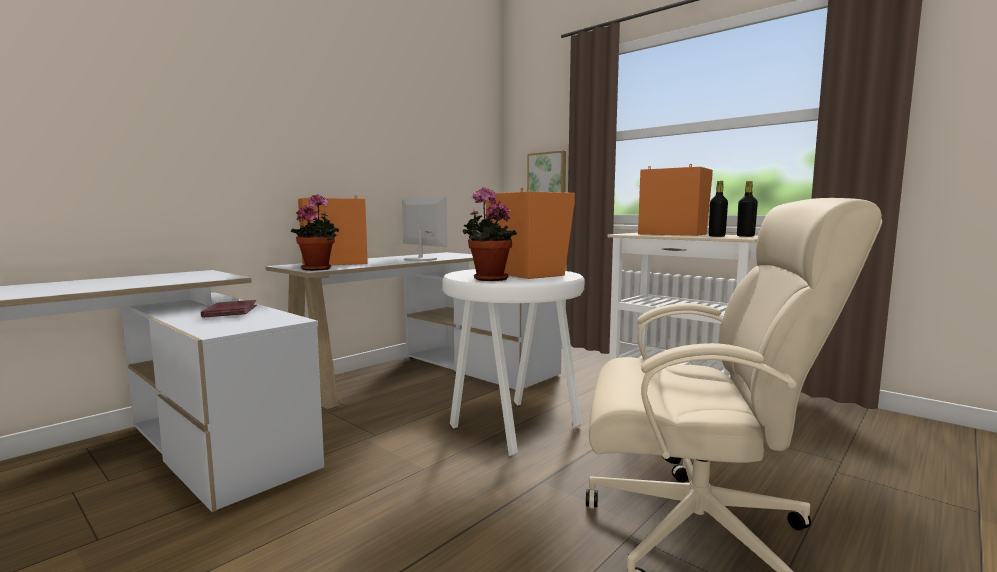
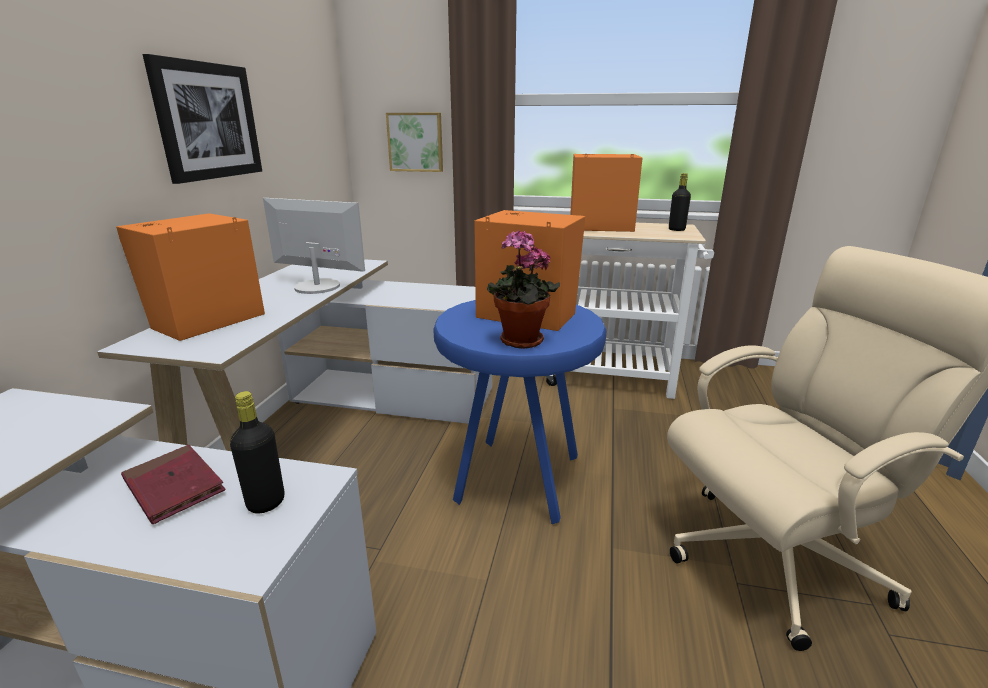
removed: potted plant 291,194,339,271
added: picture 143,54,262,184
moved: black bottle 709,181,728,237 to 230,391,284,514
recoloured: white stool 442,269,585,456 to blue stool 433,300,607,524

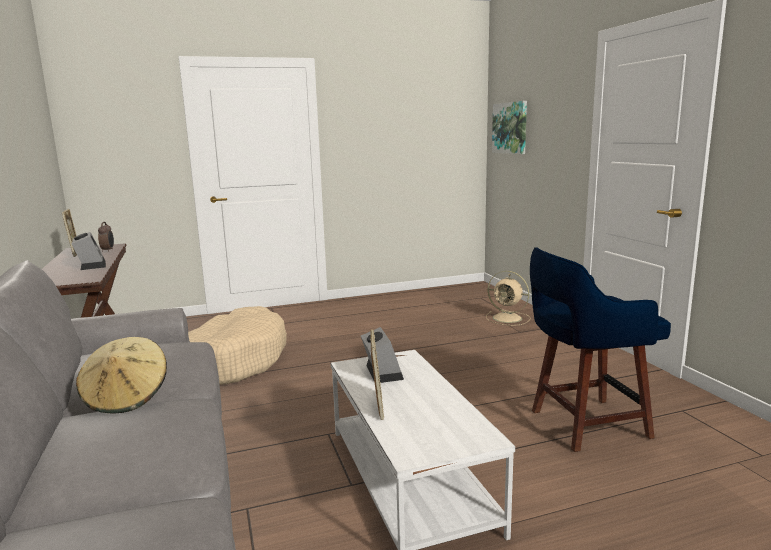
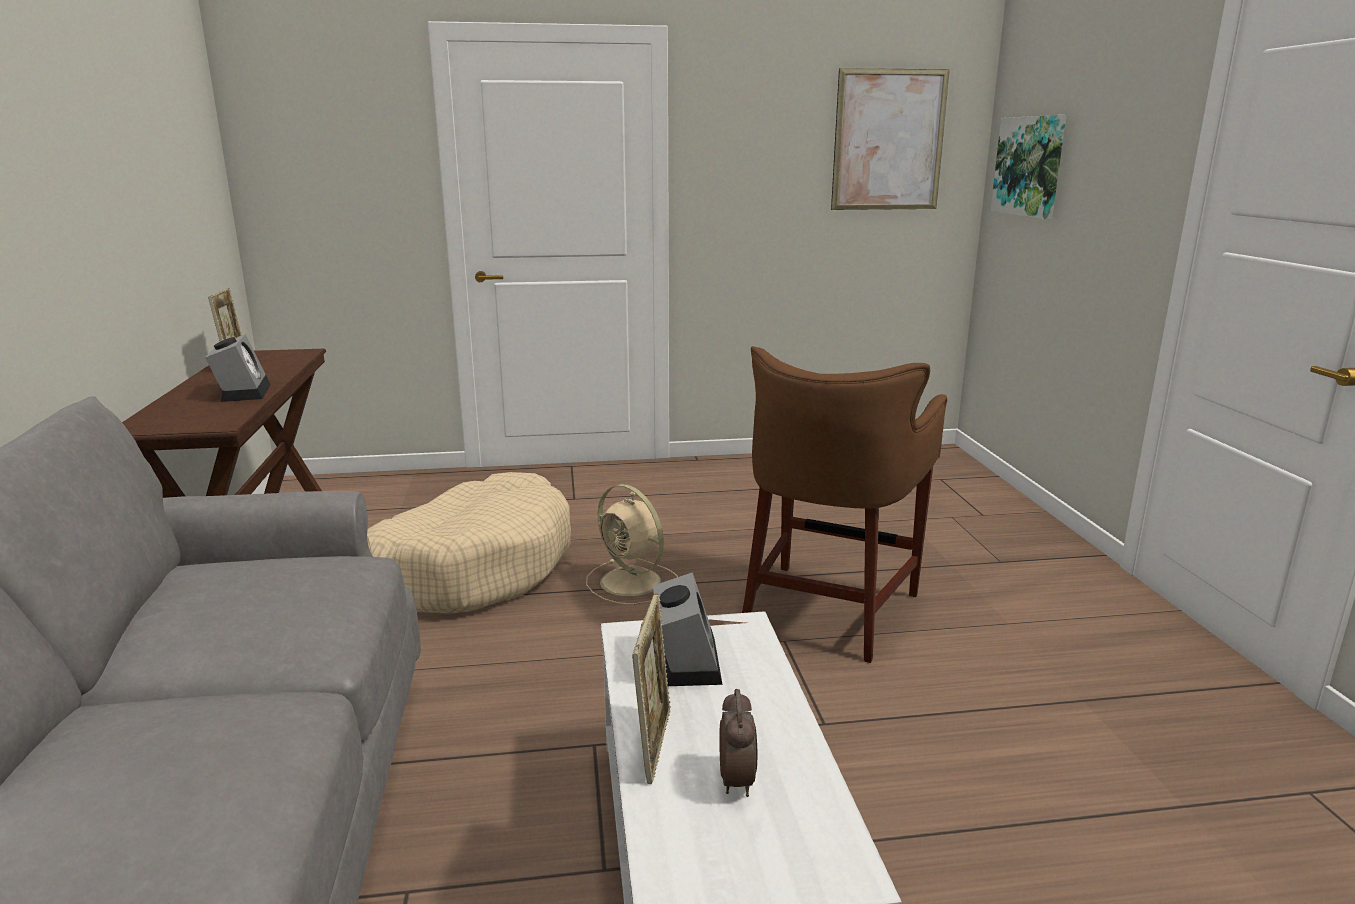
removed: beige hat 76,337,167,414; blue stool 530,247,671,452
added: brown stool 742,346,947,663; picture 831,68,950,210
moved: alarm clock 98,222,114,252 to 719,689,757,797; beige fan 486,271,530,326 to 586,484,678,605

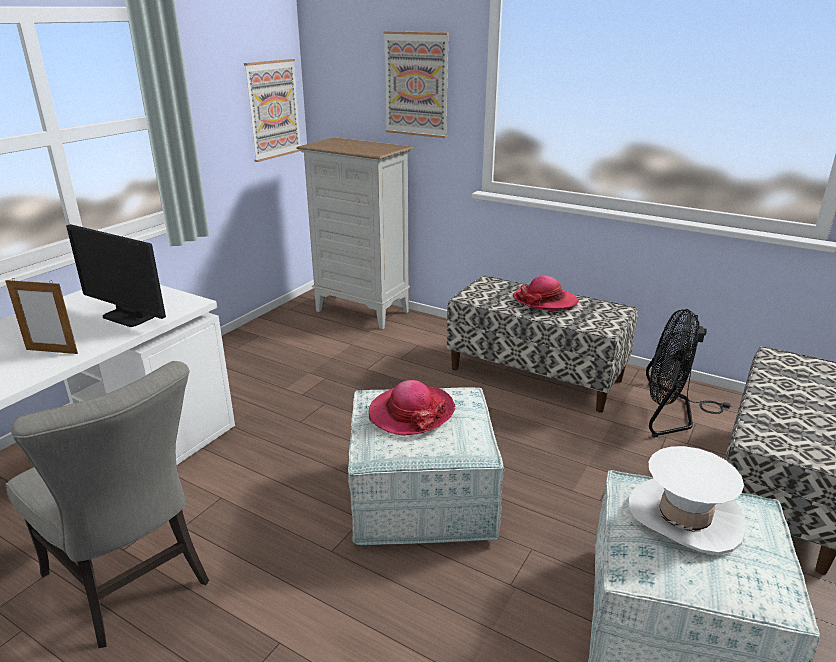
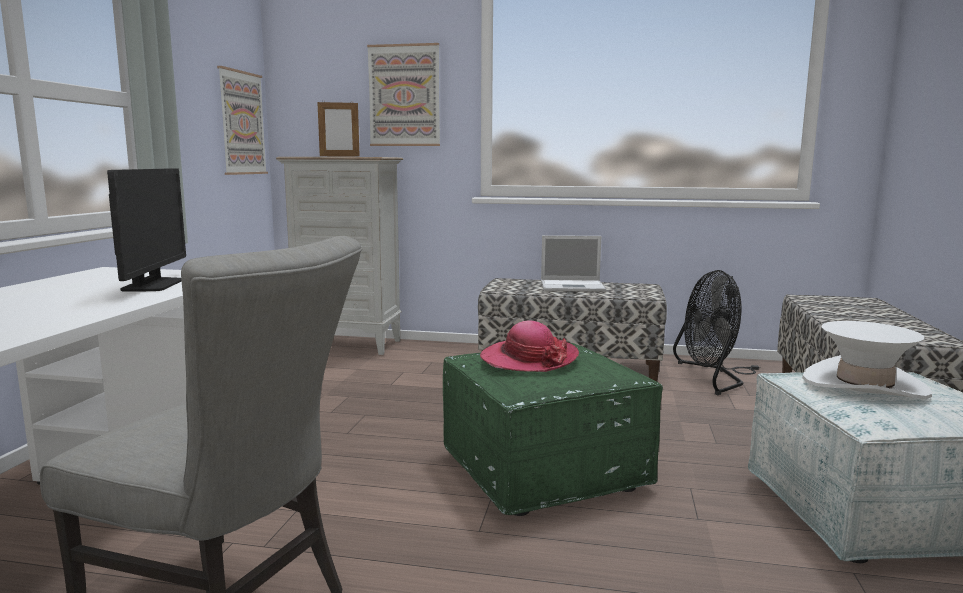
moved: picture frame 5,280,78,354 to 317,100,360,157
replaced: hat 513,276,579,311 to laptop 541,235,606,292
recoloured: white ottoman 348,387,504,545 to green ottoman 443,343,663,516
turned: monitor 66,224,166,327 = 107,168,186,292 105 degrees counterclockwise

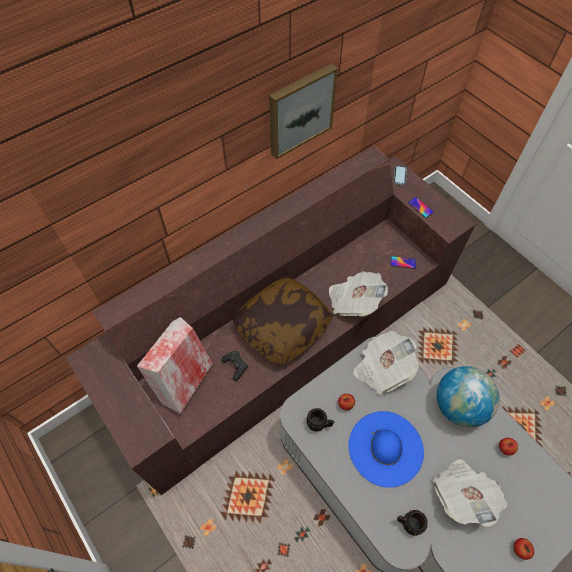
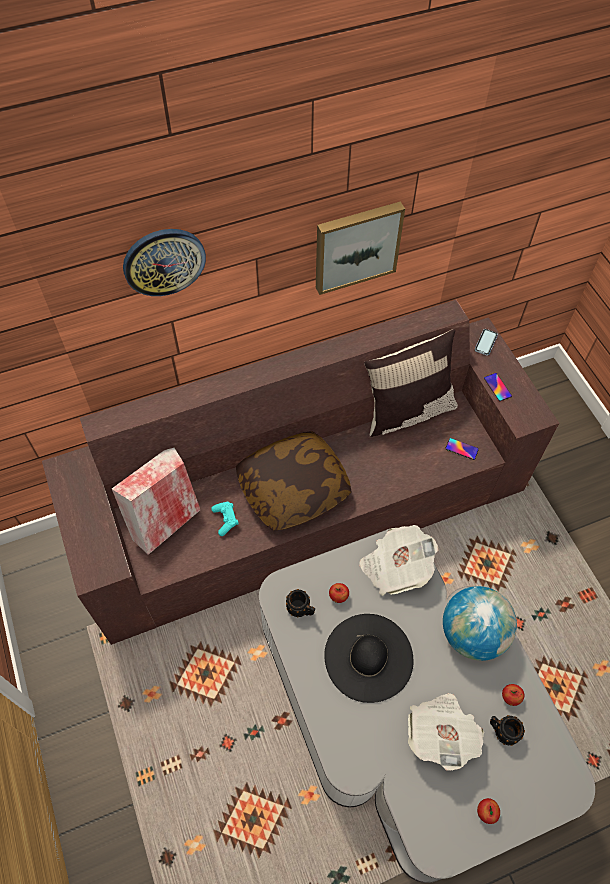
removed: newspaper 329,271,388,316
added: wall clock 123,229,206,296; pillow 364,329,458,437
moved: black mug 397,510,428,536 to 490,715,525,746
recoloured: black game controller 221,351,248,381 to turquoise game controller 211,502,239,536; blue hat 348,411,424,488 to black hat 324,614,413,703

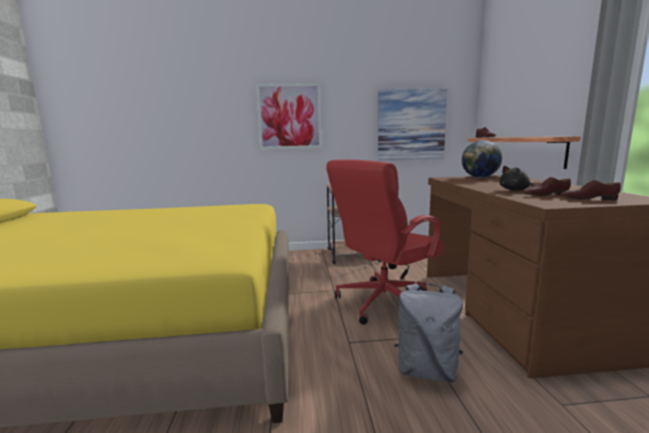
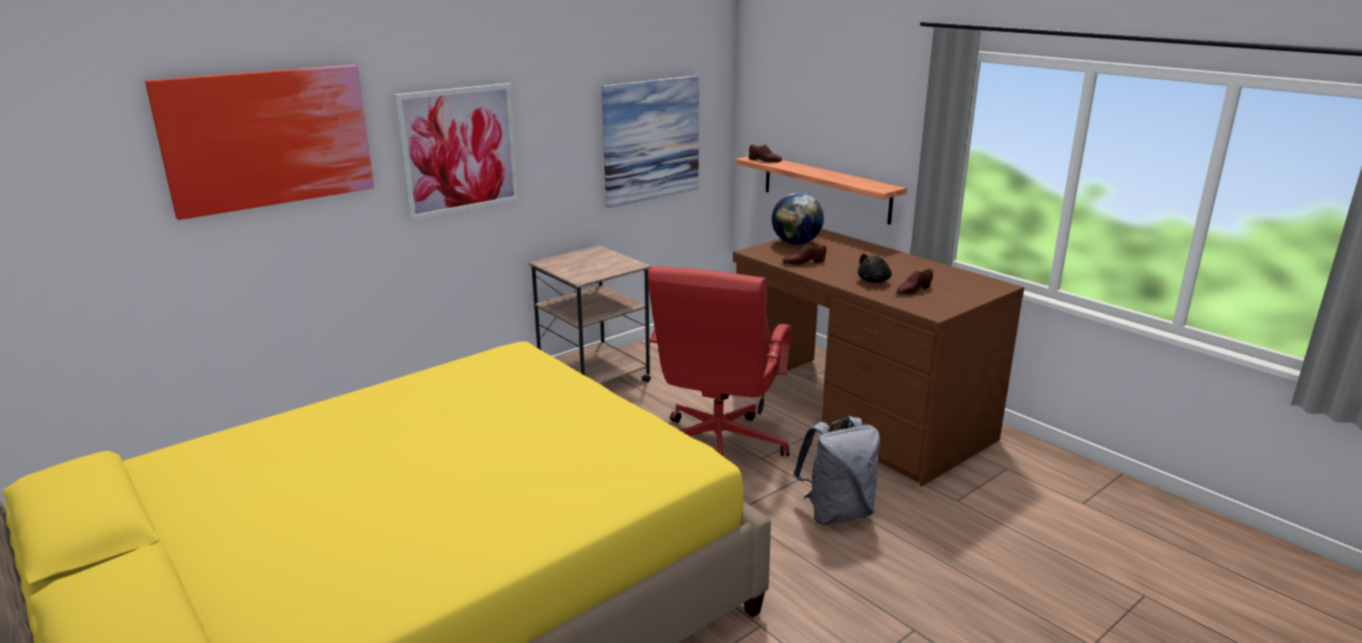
added: picture 145,65,374,220
moved: brown shoe 560,180,621,201 to 783,245,826,265

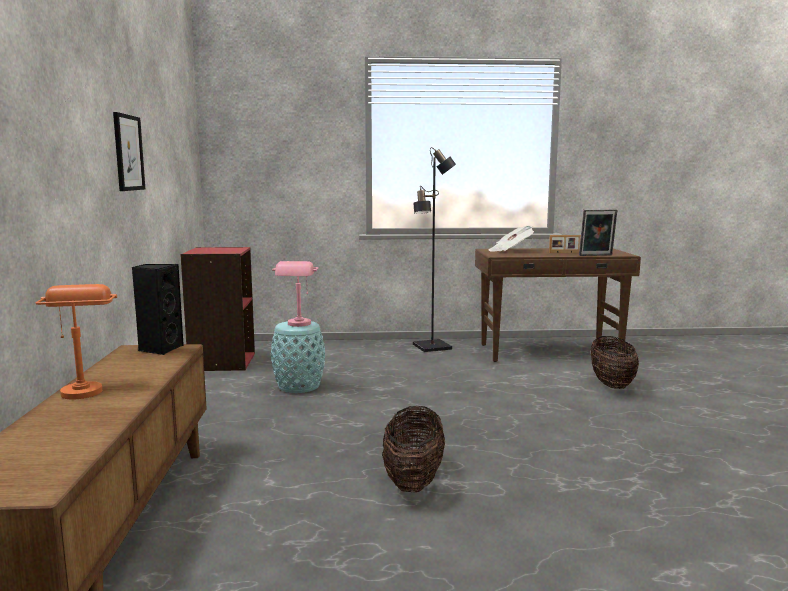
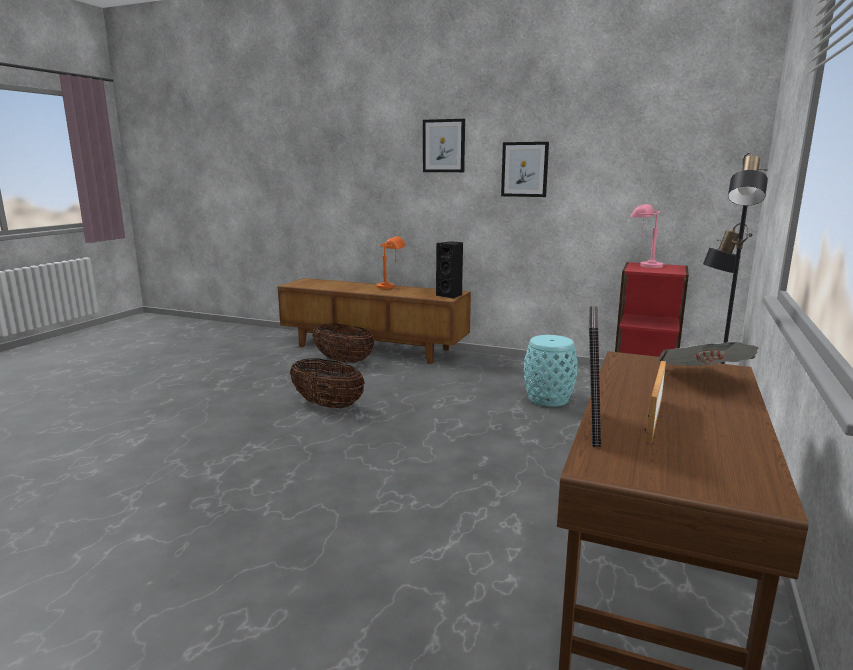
added: picture 423,119,465,172
moved: pink table lamp 272,261,318,327 to 630,204,663,268; basket 590,336,639,389 to 312,324,374,363

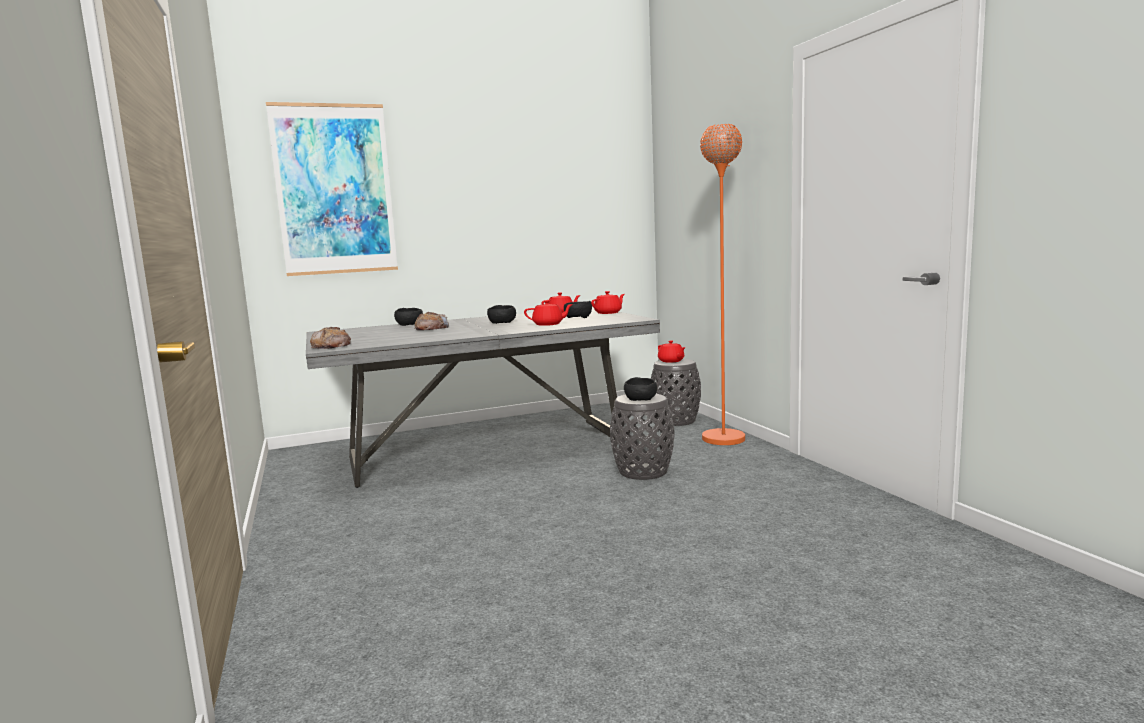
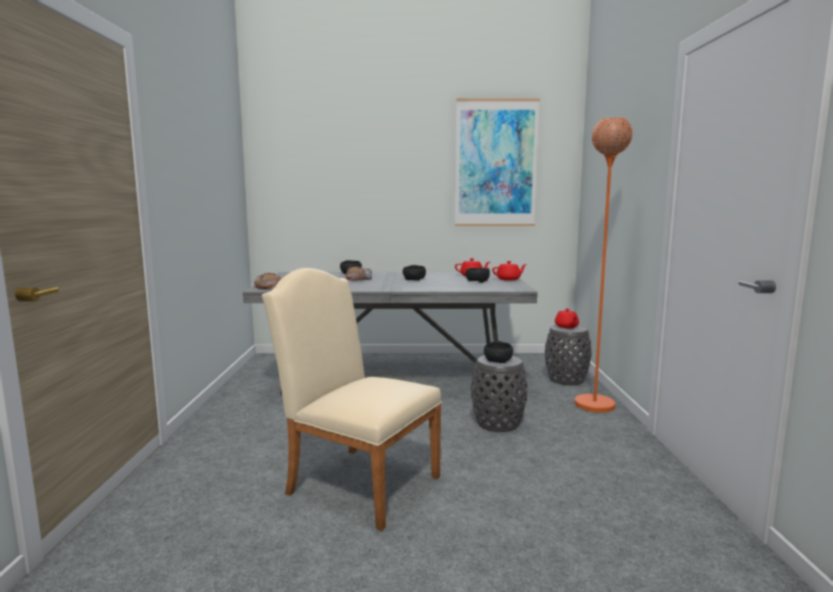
removed: red teapot 524,300,573,326
added: beige chair 262,268,442,531
moved: picture 266,102,398,276 to 455,98,540,226

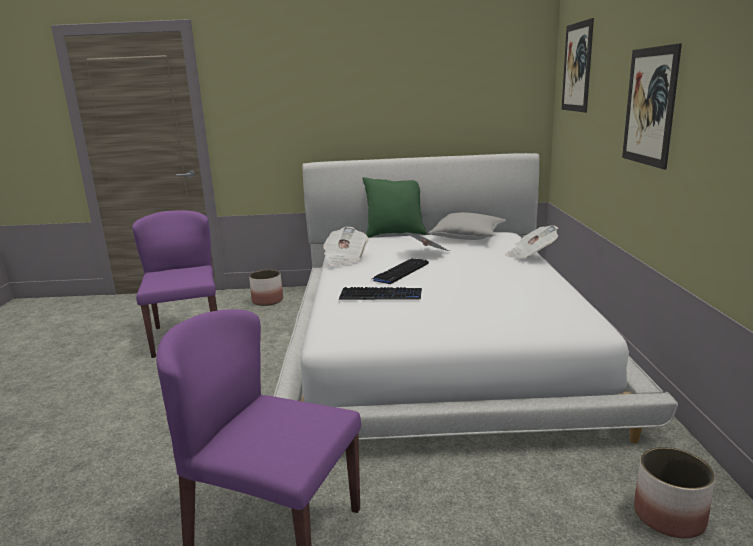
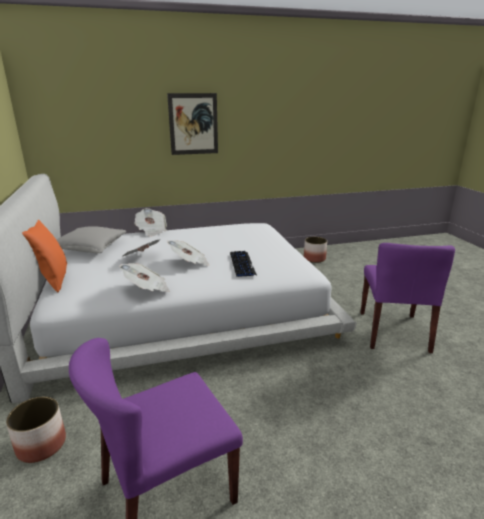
removed: picture 561,18,594,112
replaced: keyboard 372,258,429,284 to newspaper 167,240,209,265
recoloured: green pillow 362,177,427,238 to orange pillow 22,220,67,292

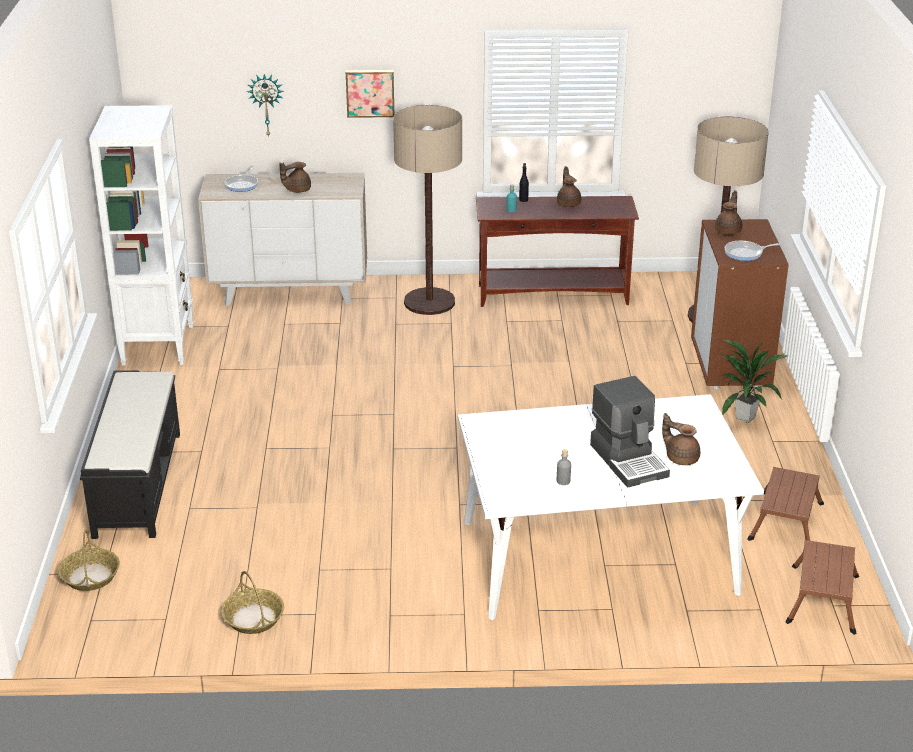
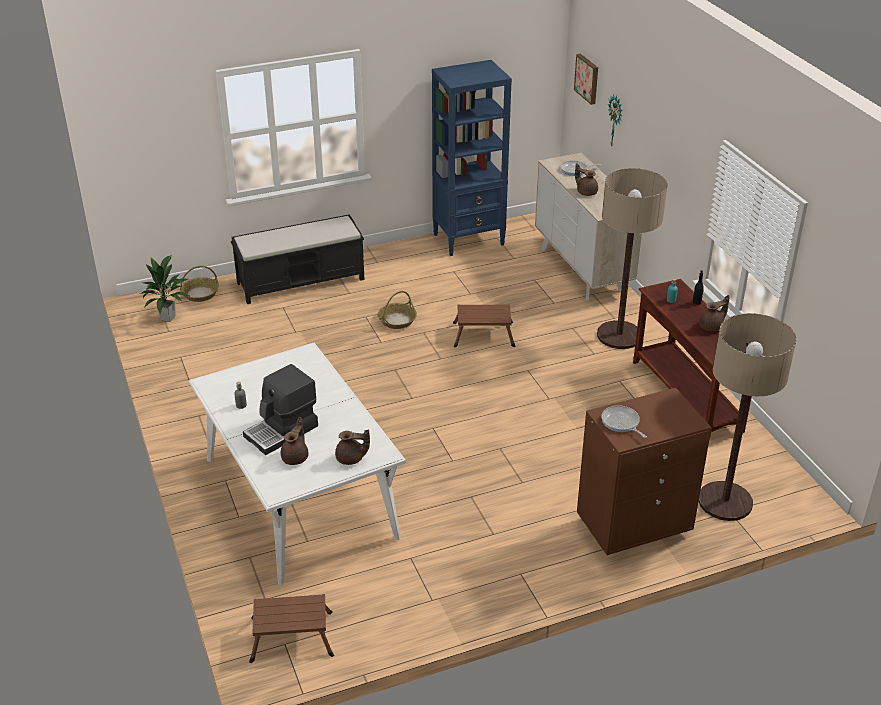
moved: basket 221,571,284,634 to 378,291,417,329; picture 346,70,394,118 to 574,54,598,105; brown teapot 715,190,742,235 to 335,429,370,465; potted plant 719,340,789,423 to 140,255,191,322; brown step ladder 747,467,824,541 to 453,304,516,347
recoloured: white bookcase 89,105,194,366 to blue bookcase 432,60,512,256

